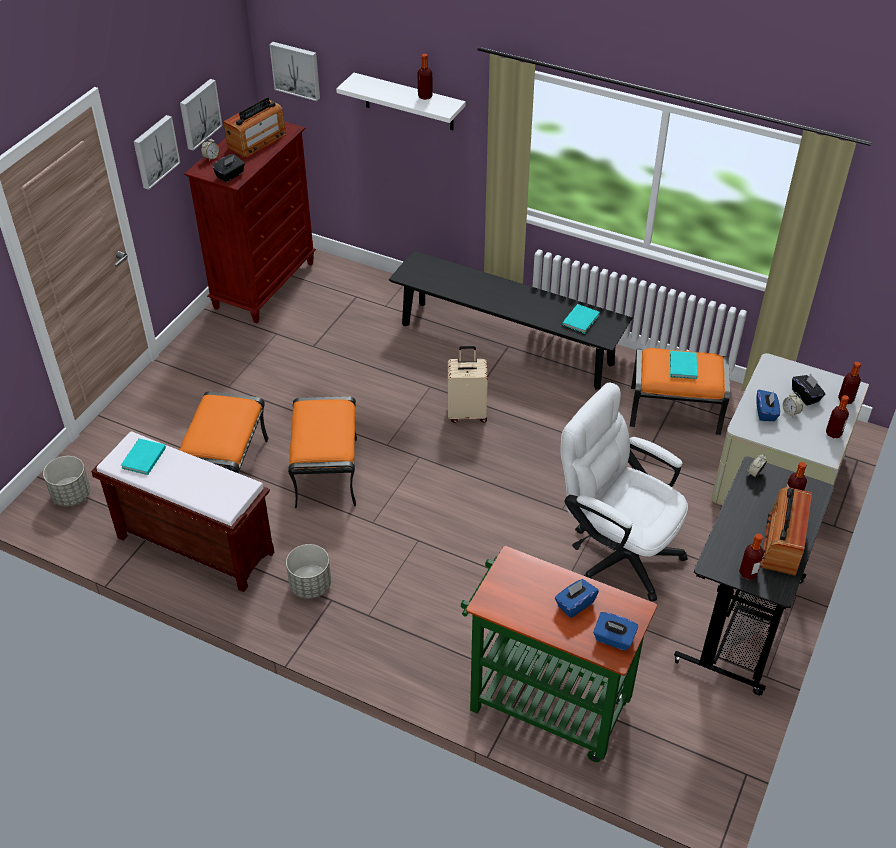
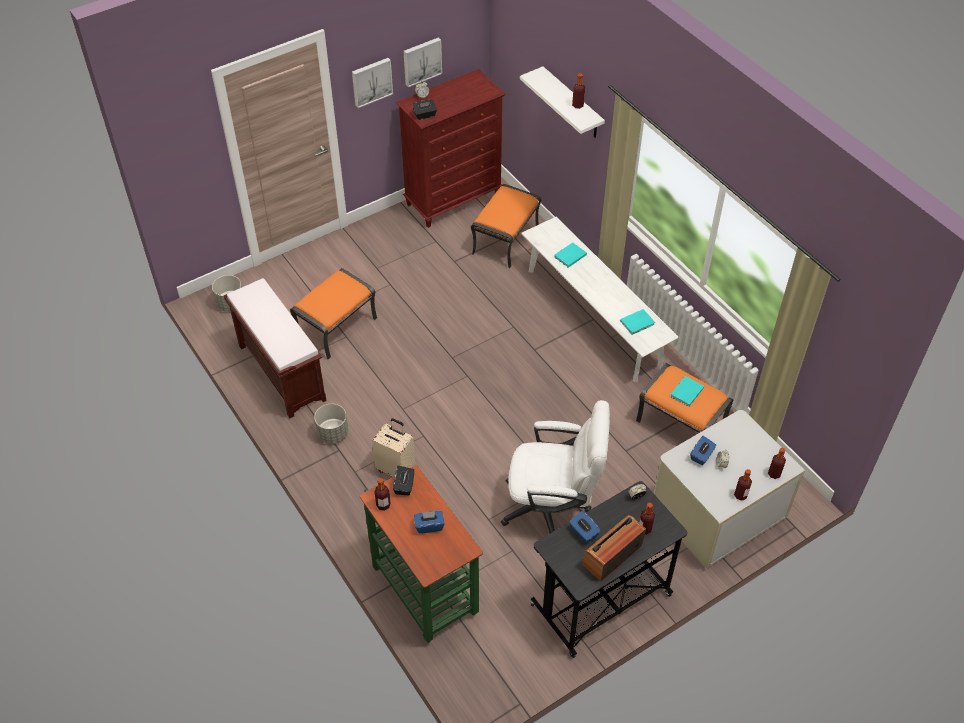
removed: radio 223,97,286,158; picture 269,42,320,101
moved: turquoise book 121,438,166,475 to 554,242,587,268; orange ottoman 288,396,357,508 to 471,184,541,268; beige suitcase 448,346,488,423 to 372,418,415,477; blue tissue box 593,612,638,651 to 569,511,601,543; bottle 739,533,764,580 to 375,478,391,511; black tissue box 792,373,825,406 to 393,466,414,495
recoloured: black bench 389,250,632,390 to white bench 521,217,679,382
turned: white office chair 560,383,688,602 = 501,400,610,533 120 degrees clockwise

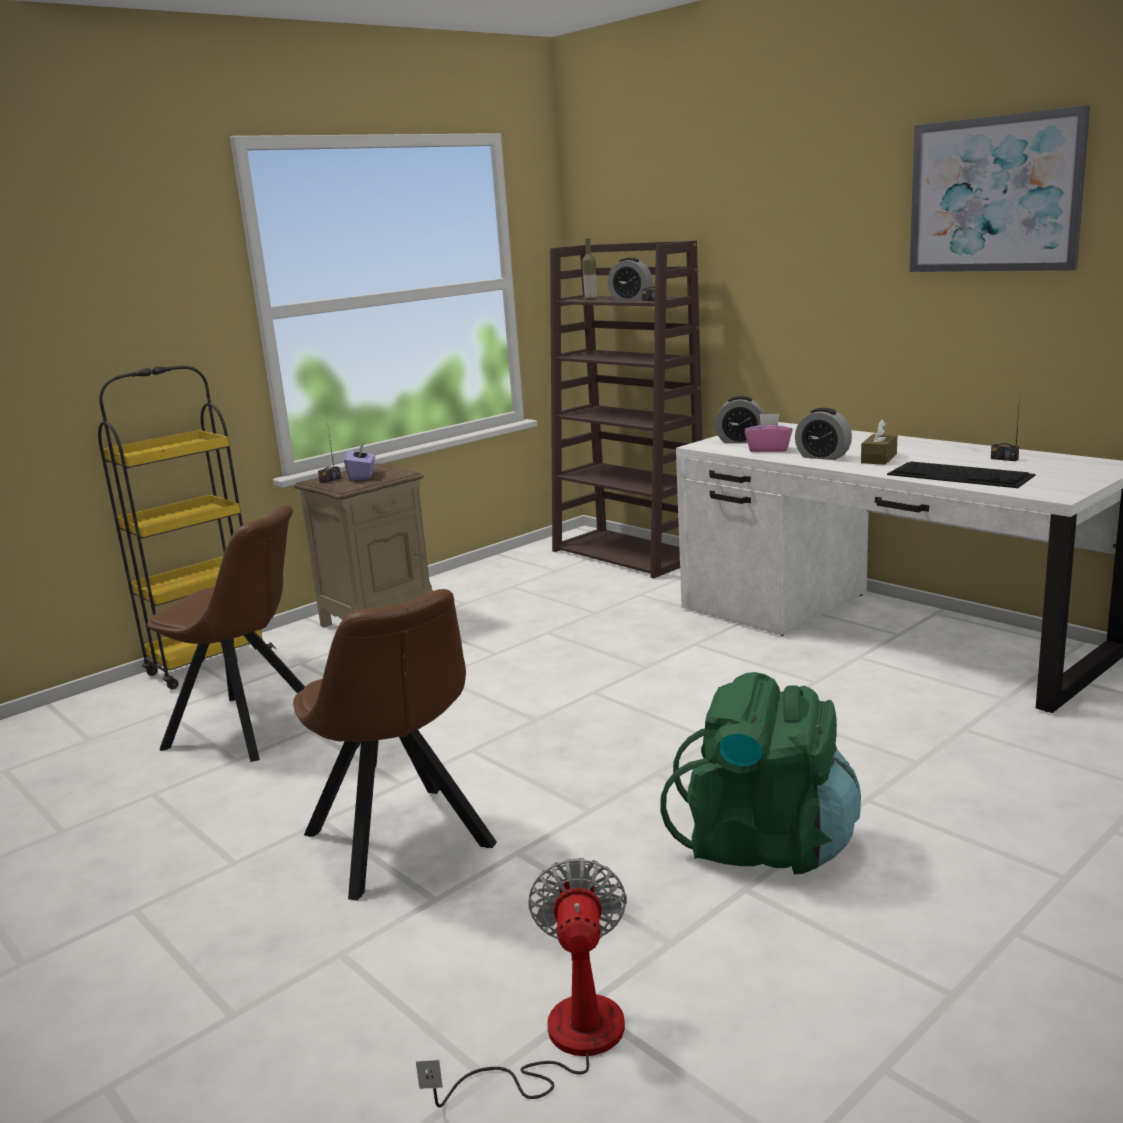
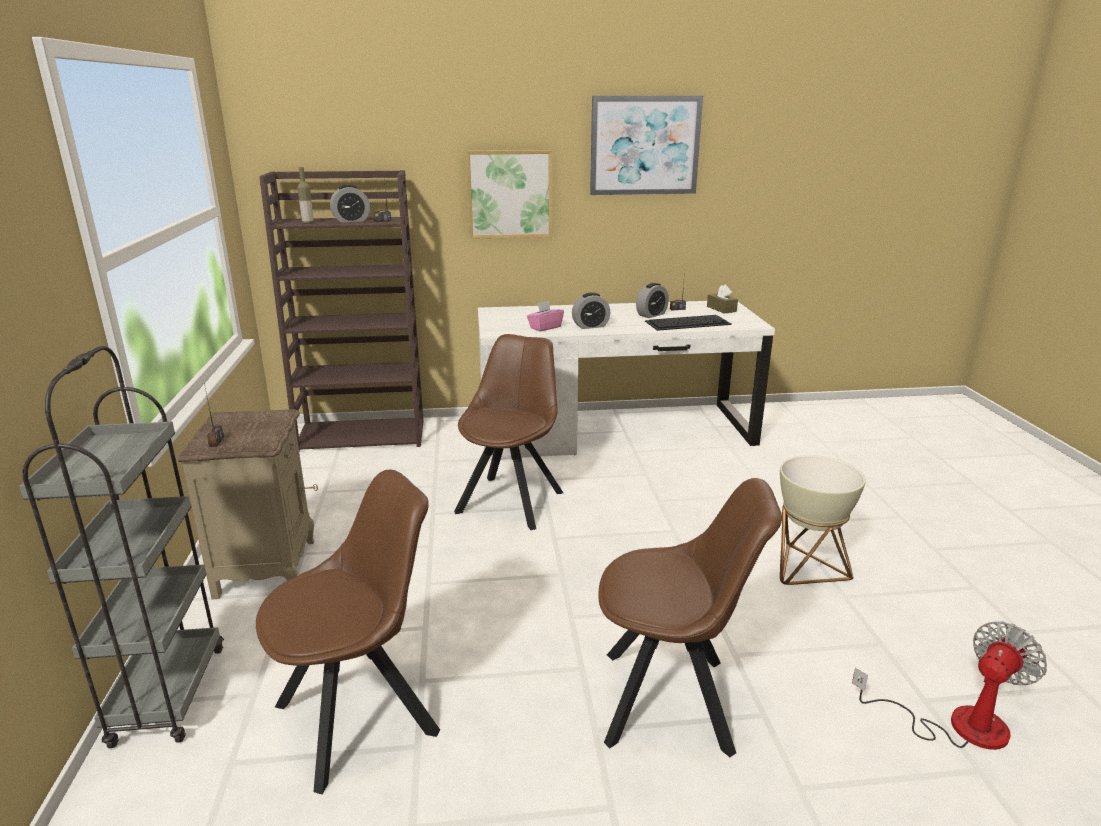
removed: purple tissue box 344,443,375,481
added: brown chair 454,334,563,530; picture 466,150,552,239
moved: alarm clock 715,396,764,443 to 636,283,669,318; brown tissue box 861,419,897,465 to 707,284,738,314
replaced: green backpack 660,672,861,875 to planter 780,455,866,585
recoloured: yellow cart 98,366,276,690 to grey cart 19,346,224,748
turned: fan 416,858,627,1108 = 852,621,1047,750 105 degrees clockwise

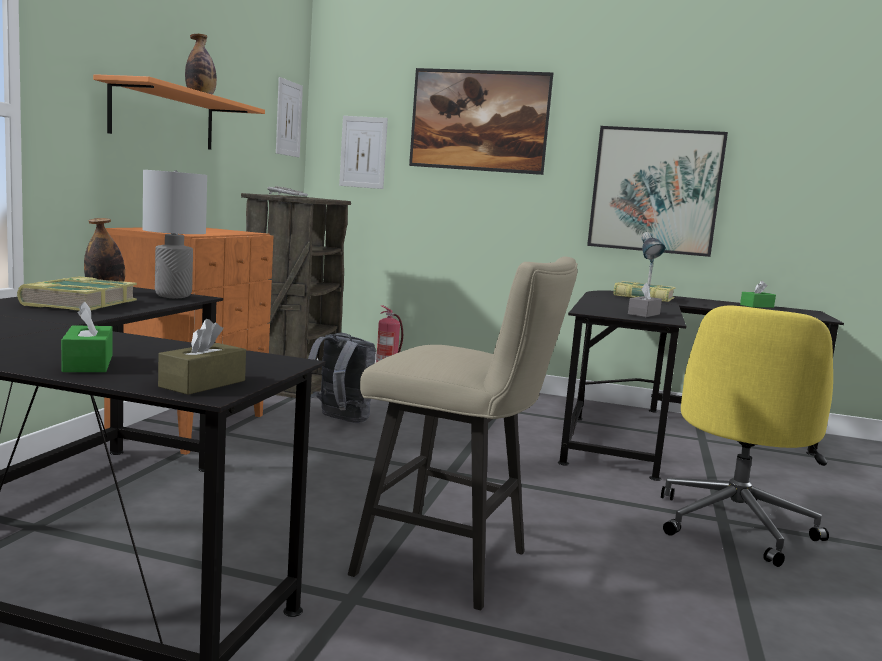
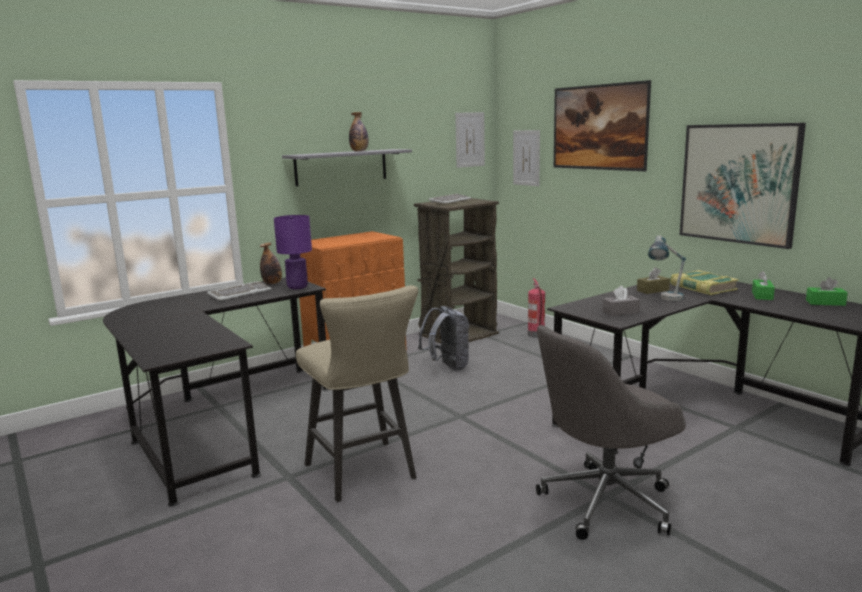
moved: green tissue box 61,301,112,372 to 752,271,775,300; brown tissue box 158,319,246,395 to 637,267,670,294
replaced: book 17,276,137,311 to keyboard 207,281,272,301
recoloured: orange shelf 93,74,265,150 to grey shelf 282,149,412,186; grey table lamp 143,170,207,298 to purple table lamp 274,215,312,289; yellow office chair 661,306,833,567 to grey office chair 536,325,686,540

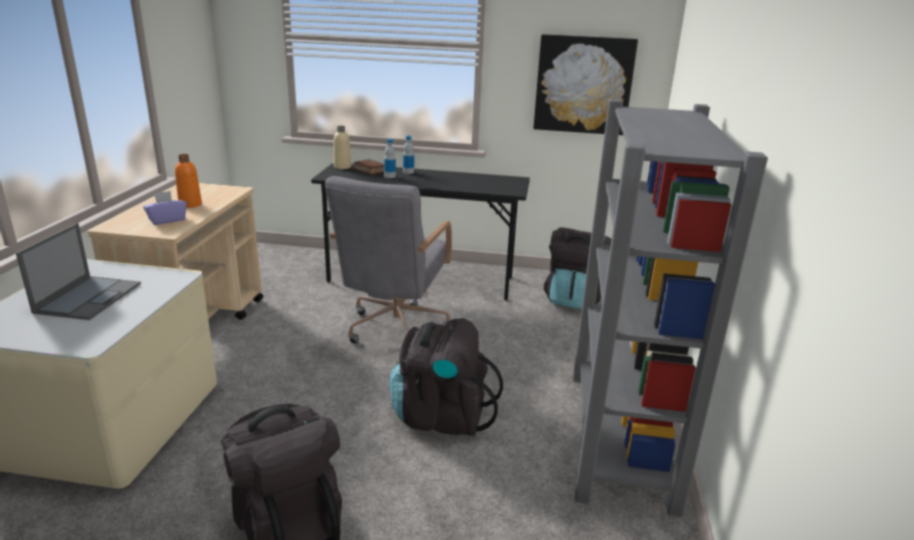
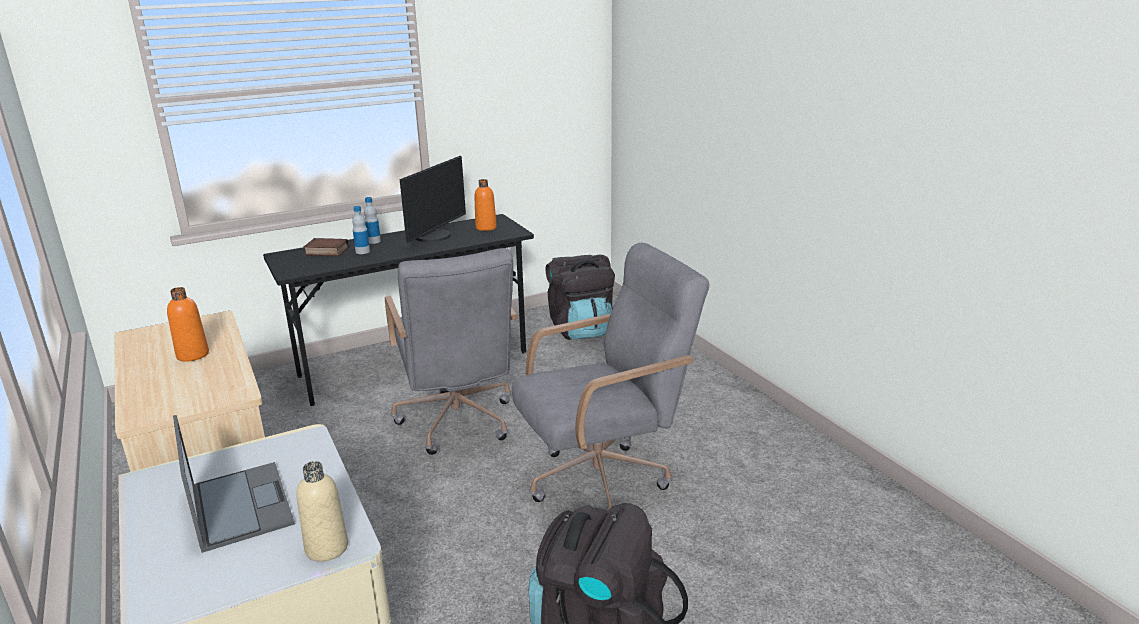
removed: purple tissue box 143,191,187,225; picture 533,34,638,135; grey bookcase 573,99,768,517
added: monitor 400,156,466,243; orange bottle 474,179,497,231
moved: beige bottle 333,126,351,169 to 297,461,348,562
replaced: black backpack 389,318,503,437 to grey office chair 512,243,710,511

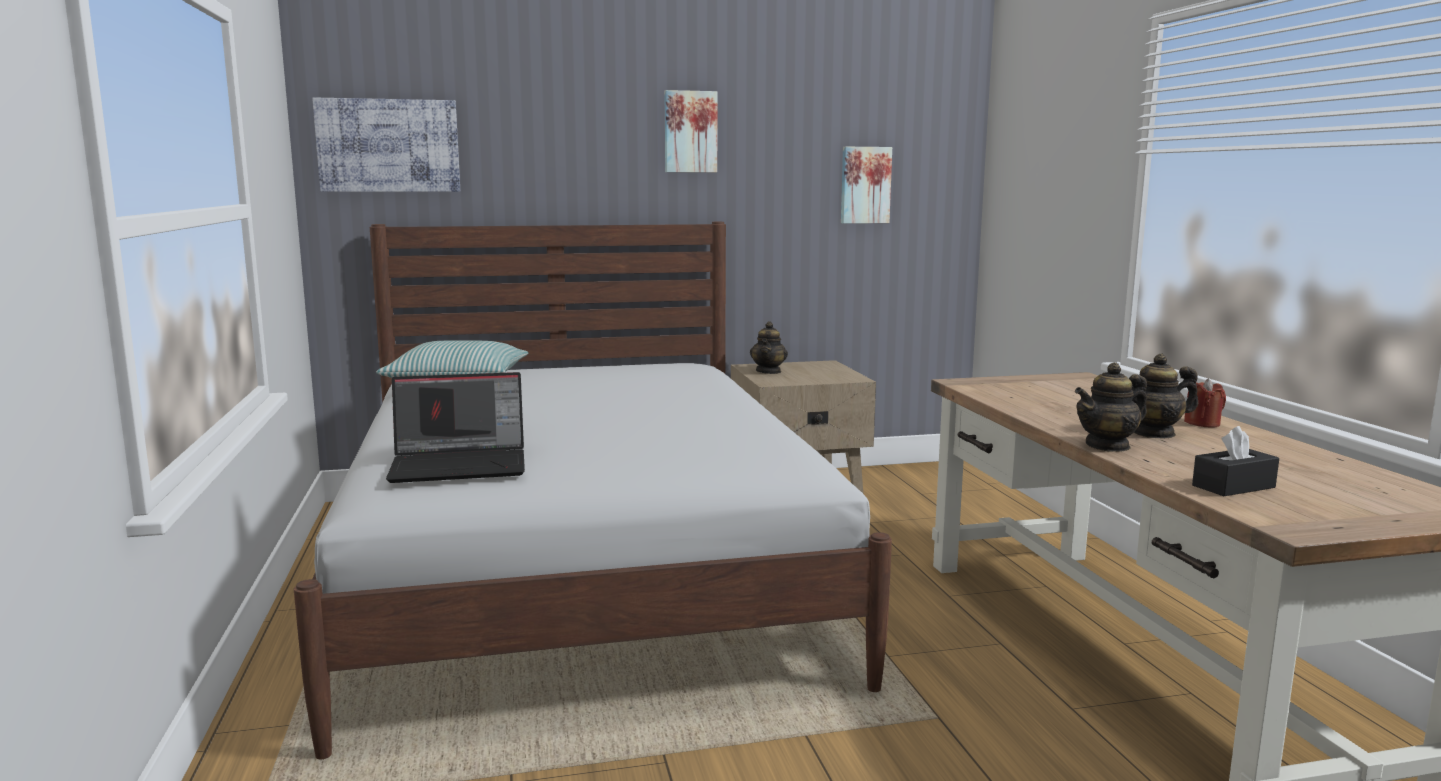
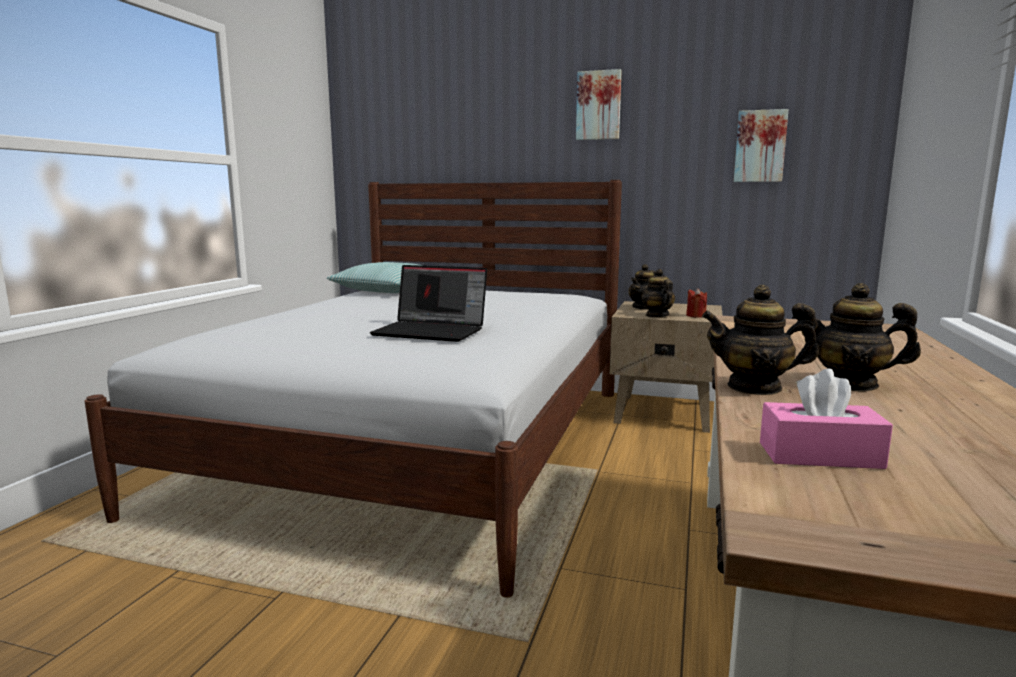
removed: picture 312,98,460,192
added: teapot 641,269,675,317
moved: laptop 386,372,525,483 to 370,265,487,342; red candle 1184,378,1226,427 to 686,288,707,318
recoloured: black tissue box 1192,426,1279,496 to pink tissue box 760,369,893,469

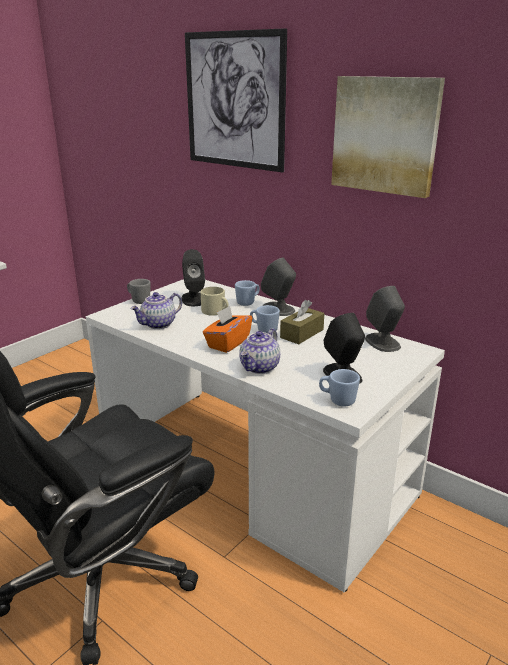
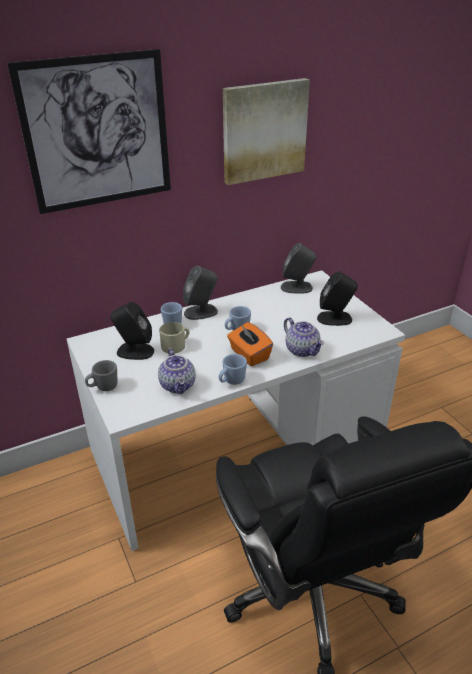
removed: brown tissue box 280,300,324,344
moved: blue mug 319,369,360,406 to 219,354,247,385

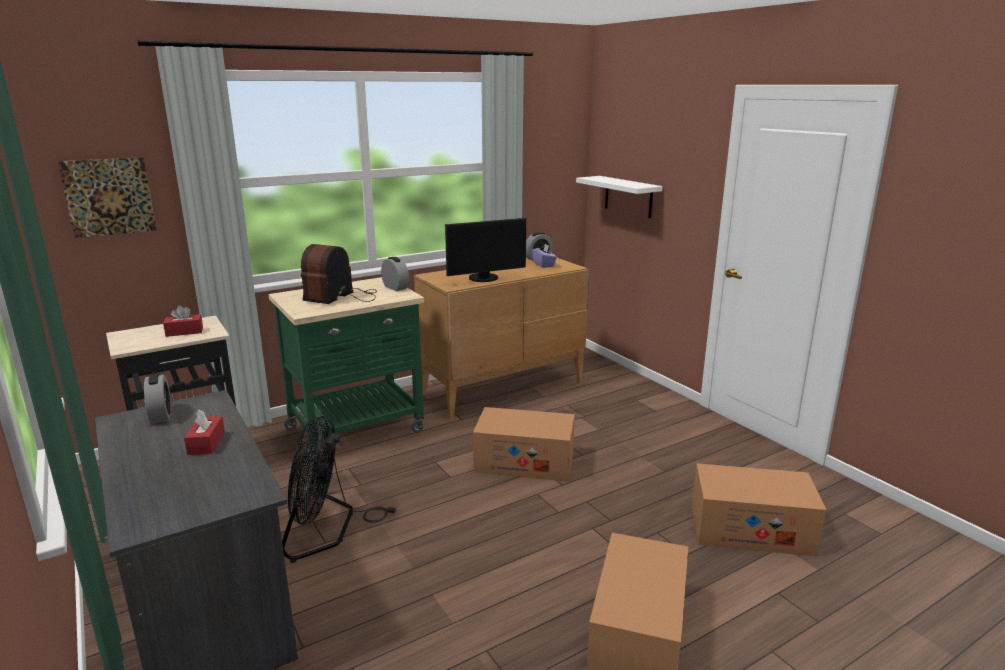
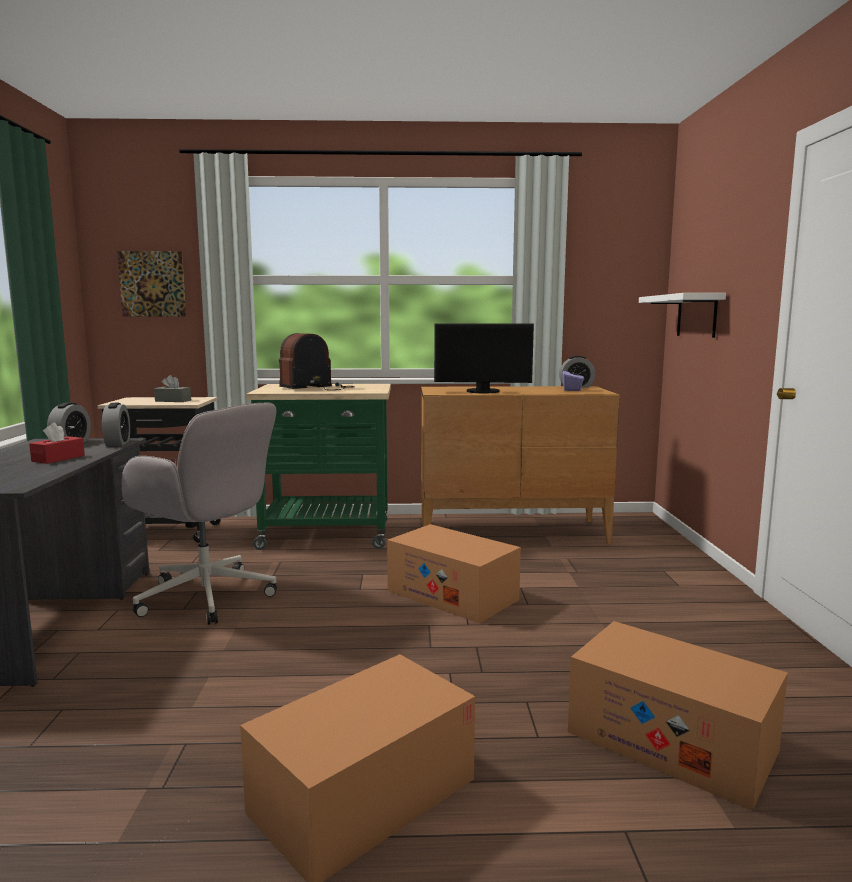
moved: alarm clock 381,257,409,291 to 102,403,130,446
replaced: black fan 282,416,397,564 to grey office chair 122,403,277,625
recoloured: red tissue box 163,306,203,337 to grey tissue box 154,375,191,402

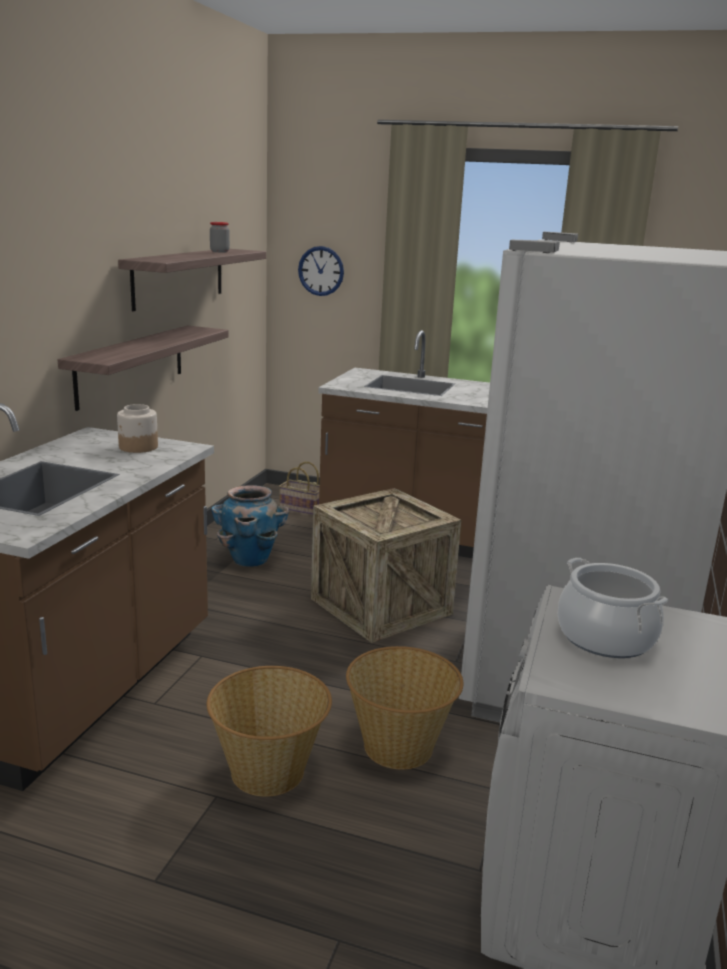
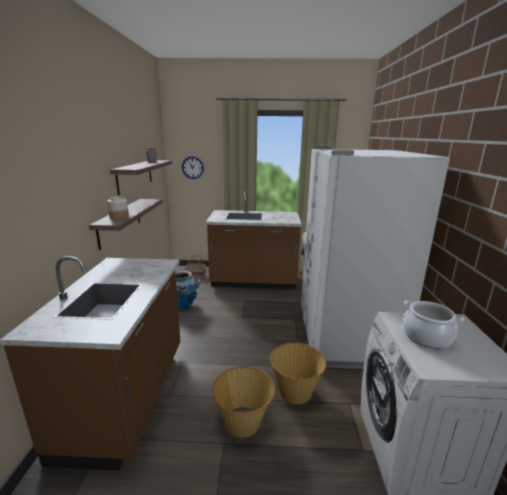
removed: crate 311,488,461,643
moved: jar 117,404,158,453 to 107,196,129,219

